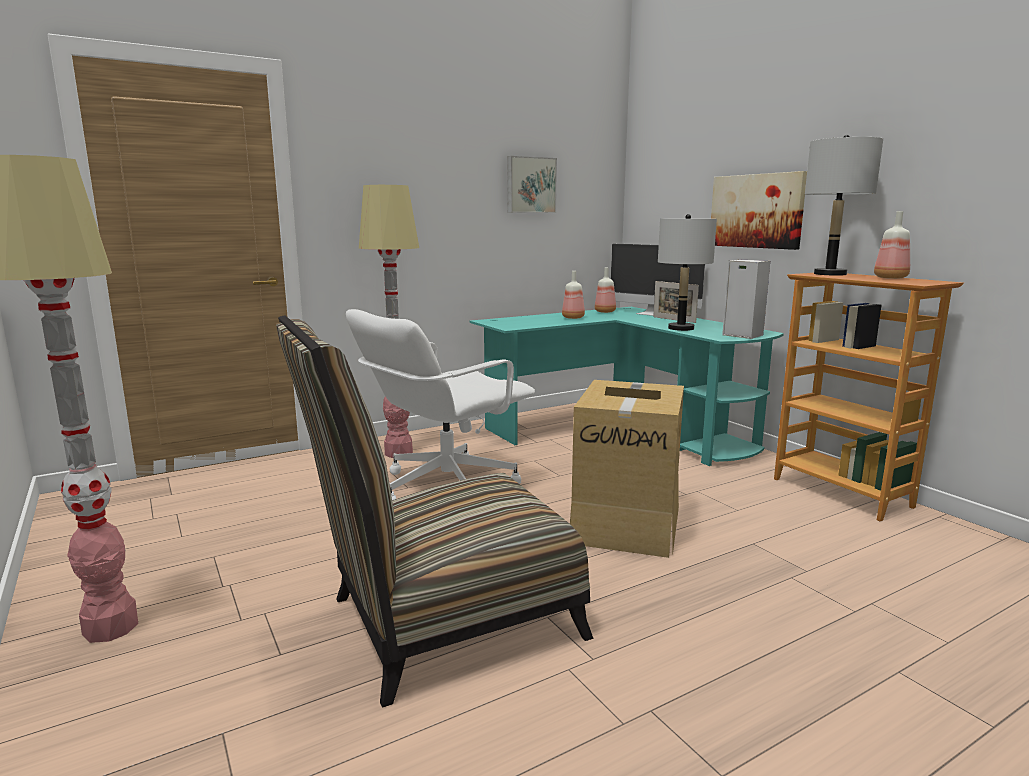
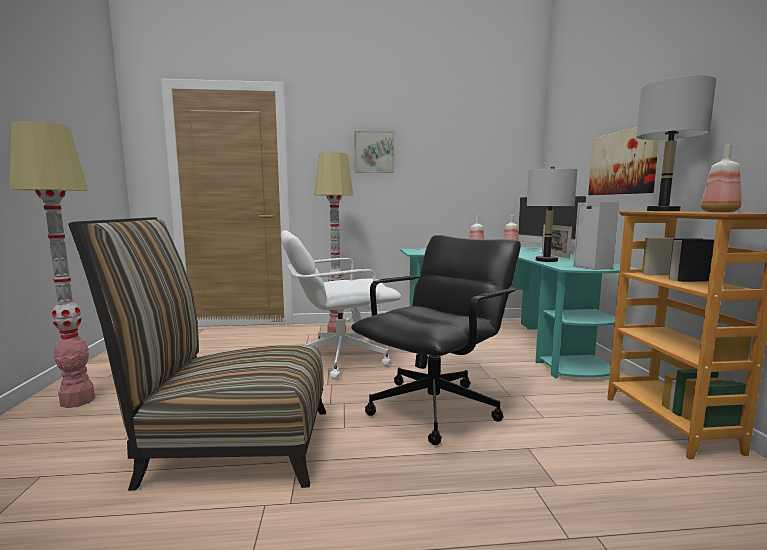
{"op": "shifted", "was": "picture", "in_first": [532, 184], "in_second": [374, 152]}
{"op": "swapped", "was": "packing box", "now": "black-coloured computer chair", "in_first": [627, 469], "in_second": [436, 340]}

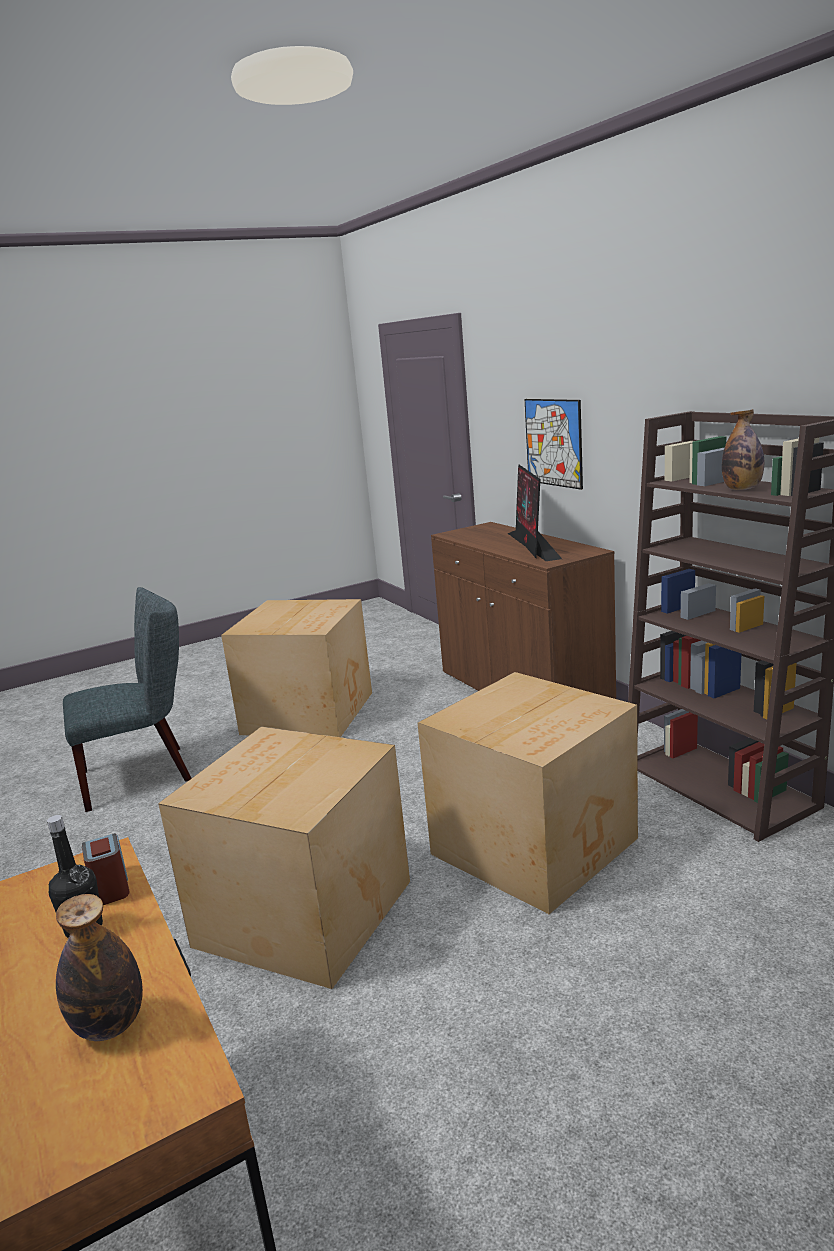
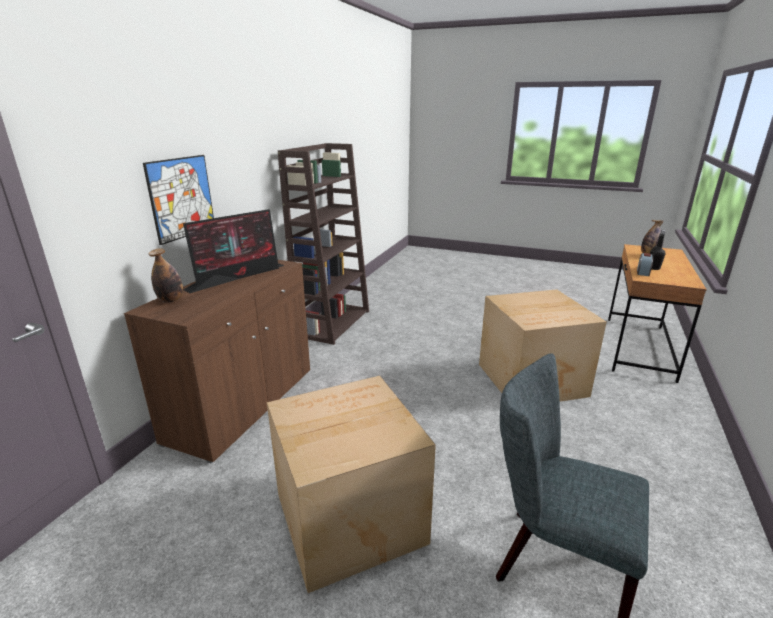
{"op": "shifted", "was": "beverage bottle", "in_first": [743, 449], "in_second": [166, 275]}
{"op": "gone", "was": "packing box", "in_first": [528, 793]}

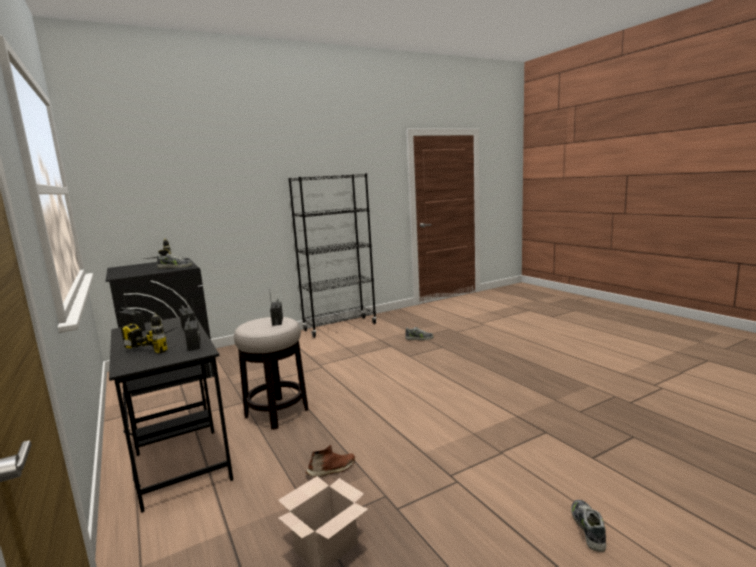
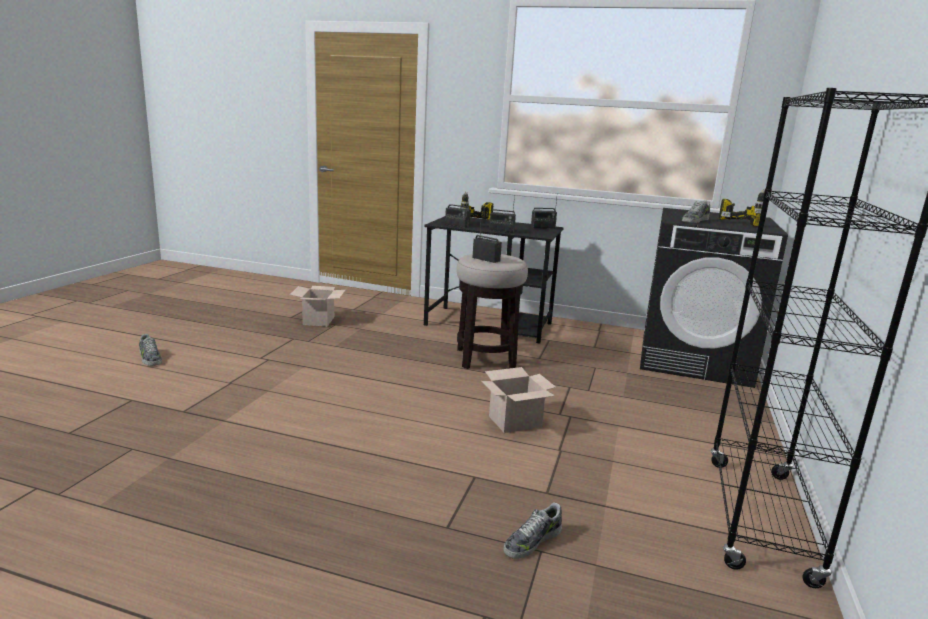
{"op": "gone", "was": "brownish shoe", "in_first": [330, 461]}
{"op": "new", "now": "packing box", "in_second": [519, 400]}

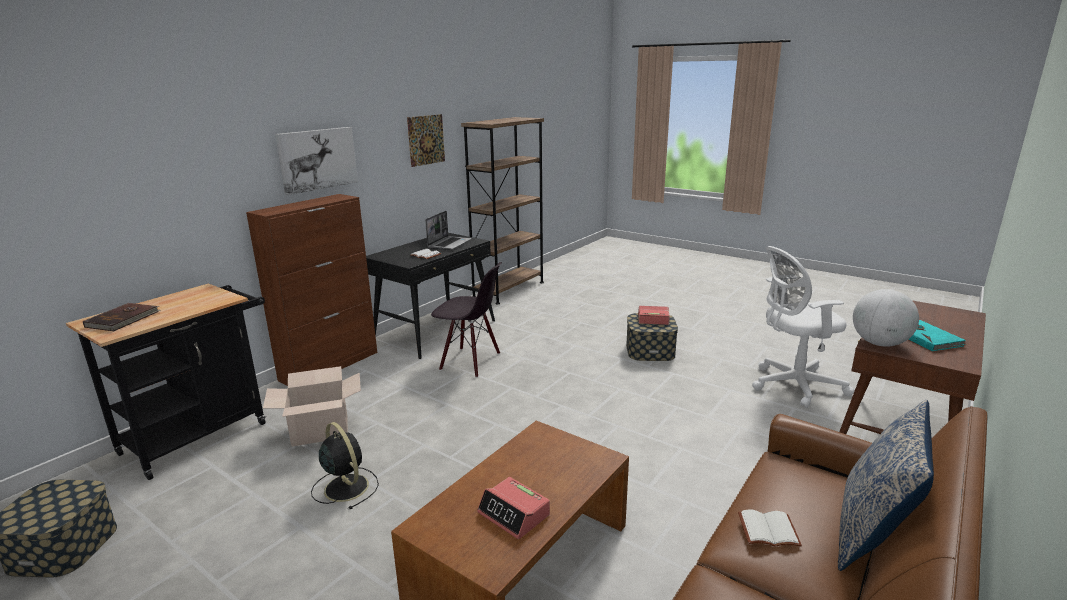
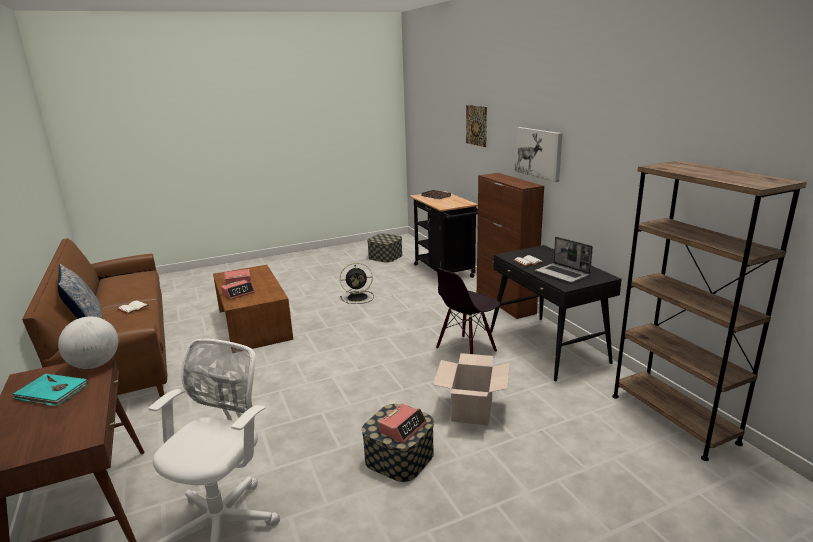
{"op": "shifted", "was": "picture", "in_first": [426, 140], "in_second": [476, 126]}
{"op": "shifted", "was": "packing box", "in_first": [312, 406], "in_second": [471, 389]}
{"op": "new", "now": "bedside clock", "in_second": [238, 290]}

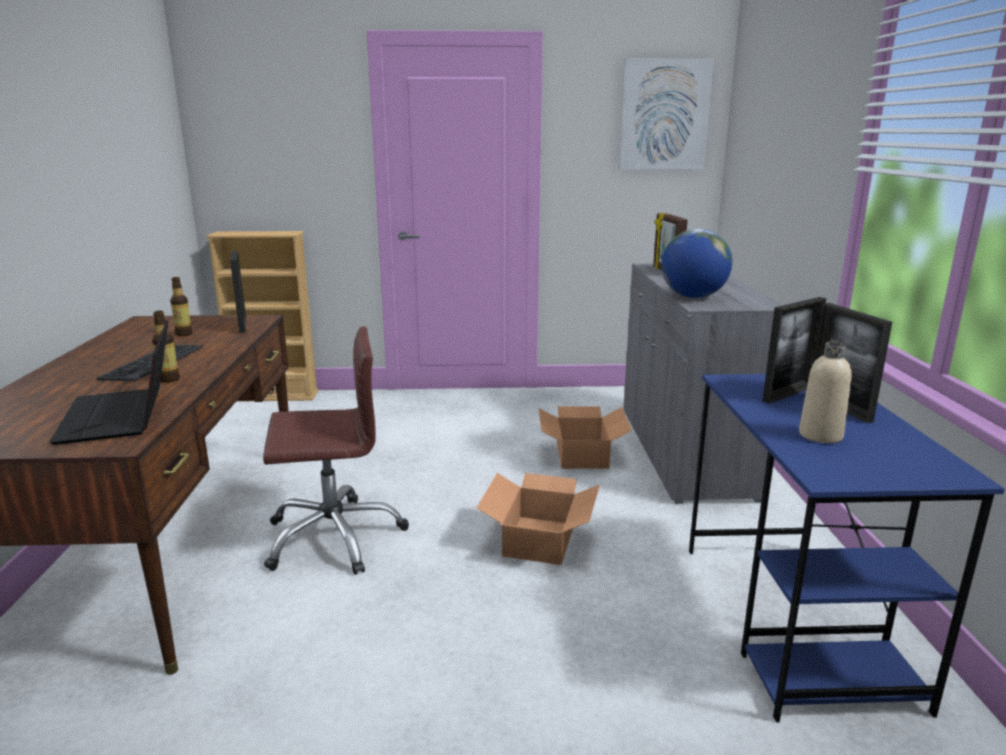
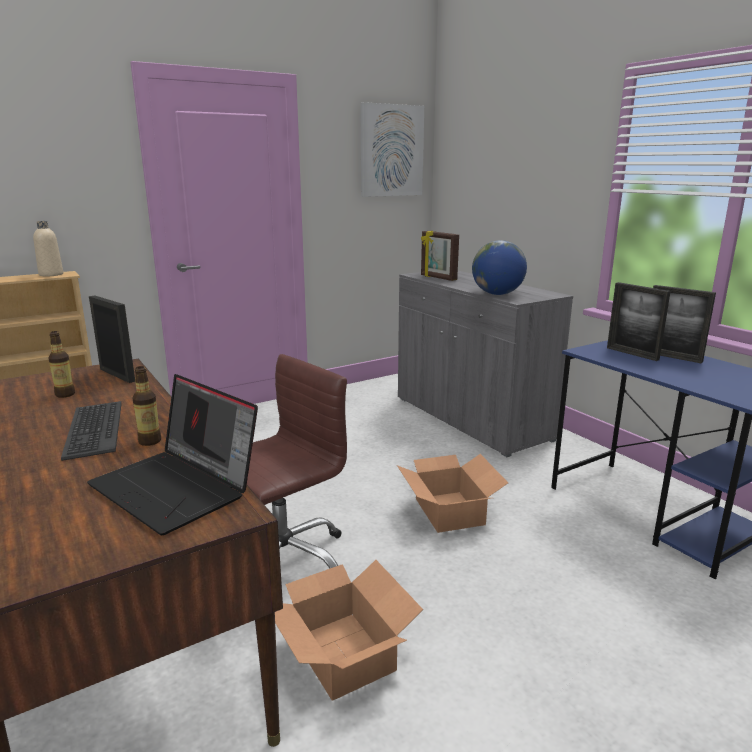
{"op": "rotated", "was": "photo frame", "in_first": [794, 350], "in_second": [639, 321], "clockwise": 120}
{"op": "shifted", "was": "beige beverage bottle", "in_first": [825, 392], "in_second": [48, 249]}
{"op": "shifted", "was": "packing box", "in_first": [585, 437], "in_second": [349, 630]}

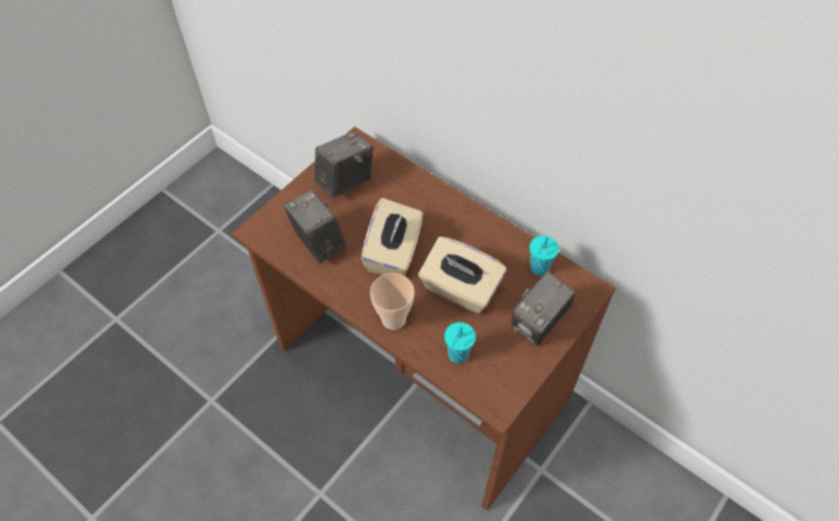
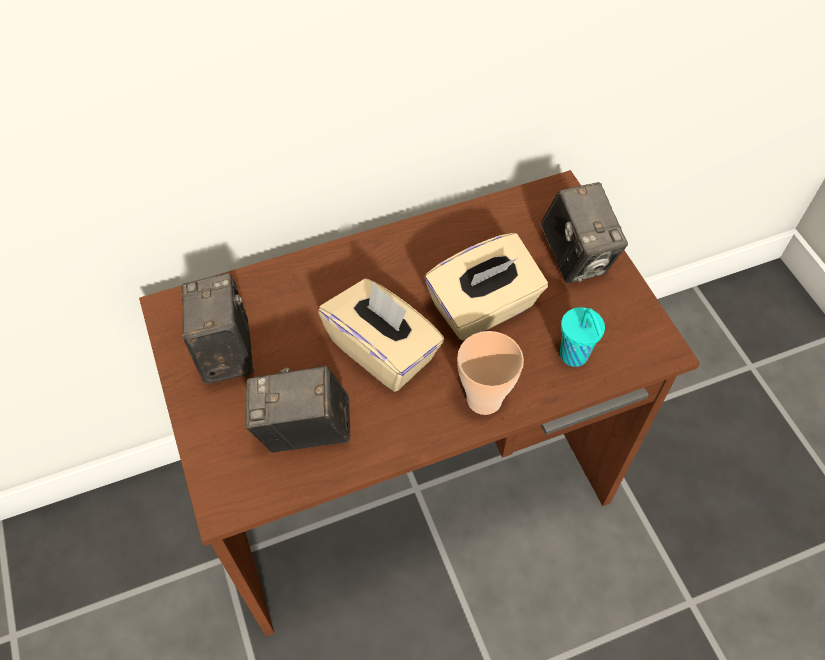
{"op": "gone", "was": "turquoise-coloured cup", "in_first": [544, 256]}

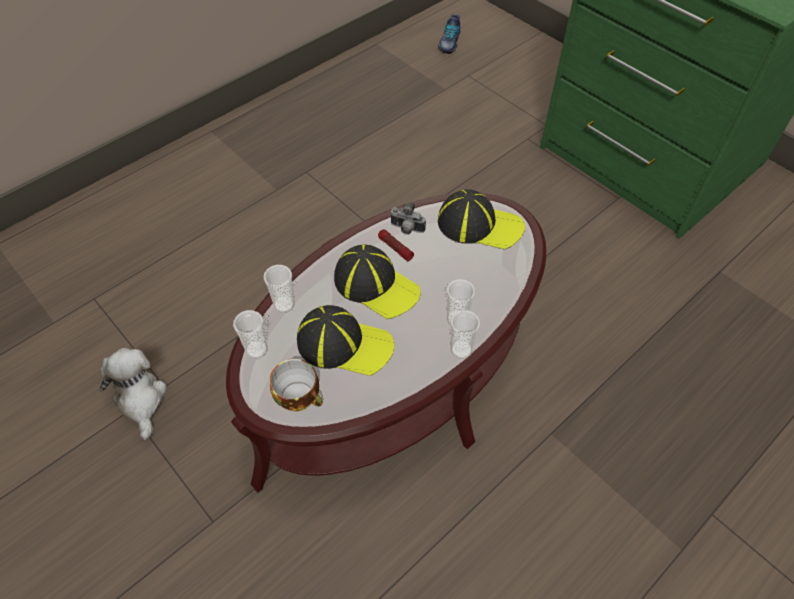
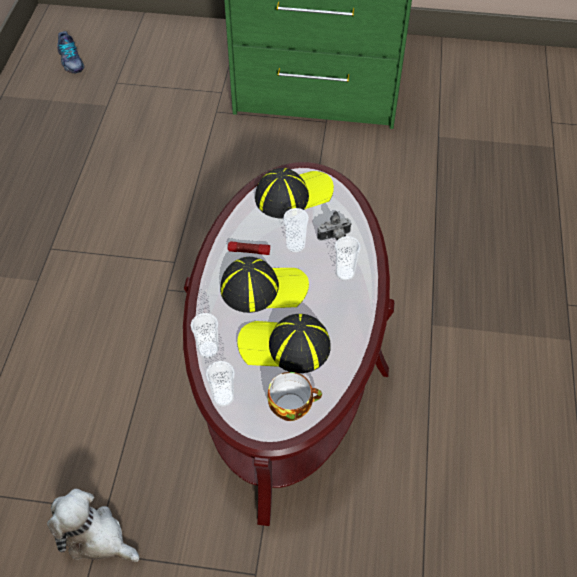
{"op": "shifted", "was": "photo camera", "in_first": [408, 218], "in_second": [334, 226]}
{"op": "rotated", "was": "cap", "in_first": [345, 340], "in_second": [284, 343], "clockwise": -150}
{"op": "shifted", "was": "cup", "in_first": [465, 334], "in_second": [296, 230]}

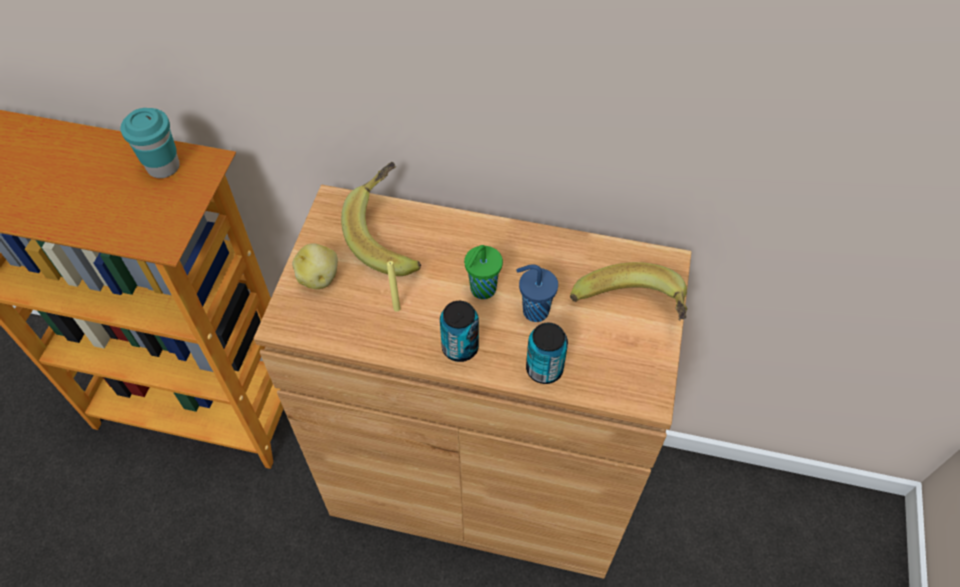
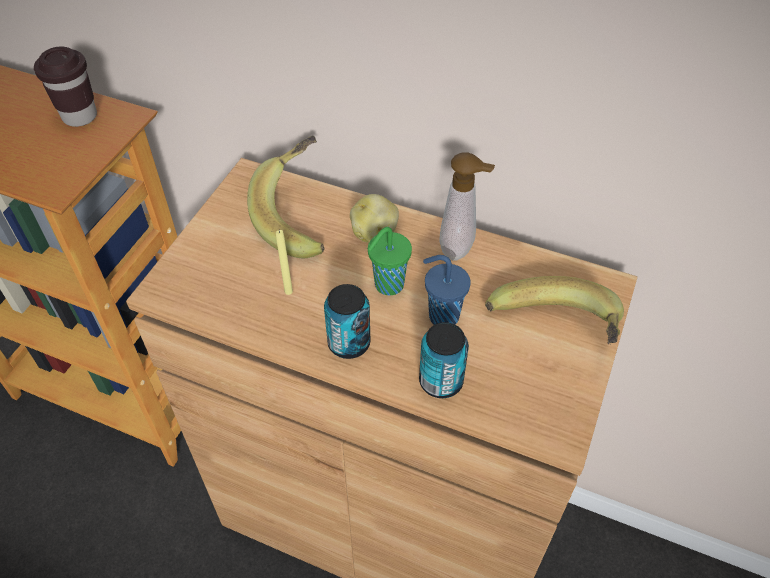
{"op": "repainted", "was": "turquoise-coloured cup", "now": "brownish cup", "in_first": [150, 143], "in_second": [65, 86]}
{"op": "shifted", "was": "whole potato", "in_first": [315, 266], "in_second": [374, 218]}
{"op": "new", "now": "liquid soap bottle", "in_second": [467, 206]}

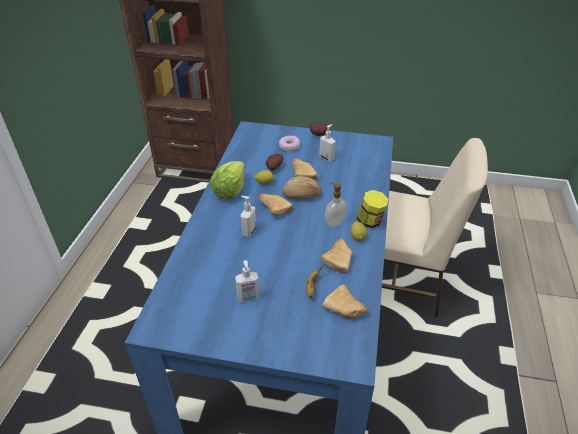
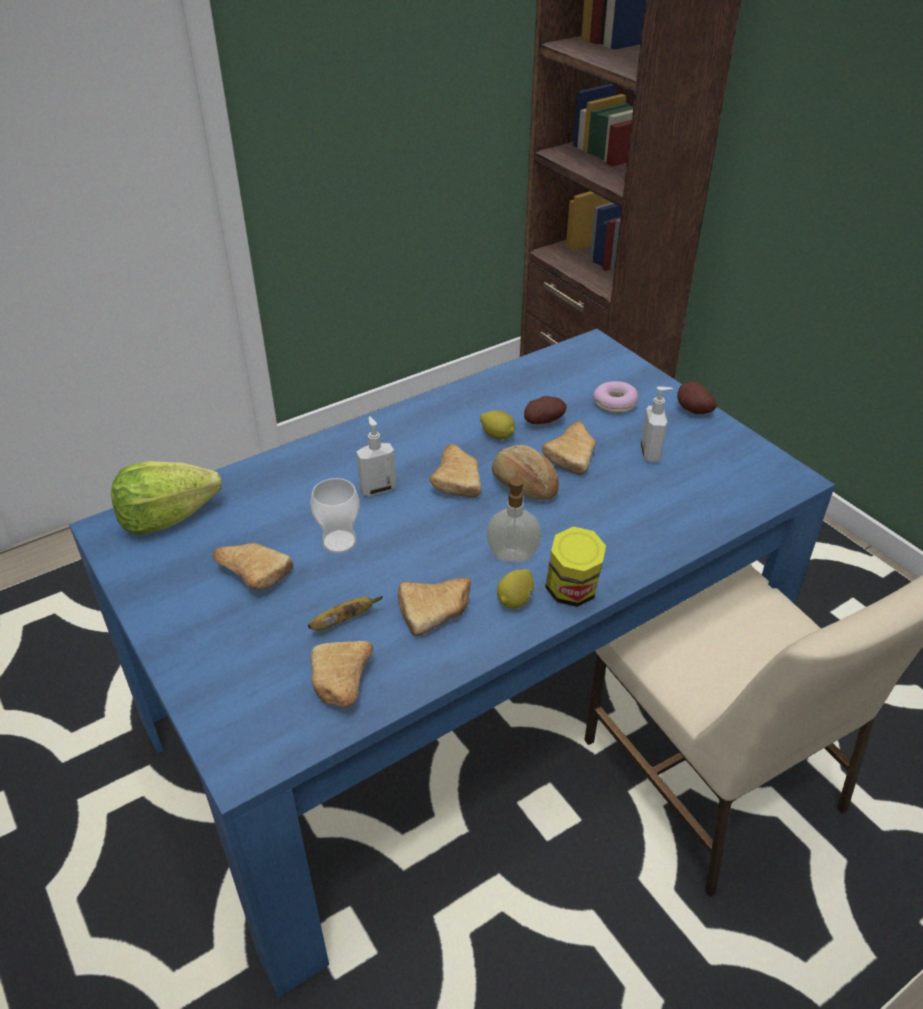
{"op": "shifted", "was": "lettuce head", "in_first": [227, 180], "in_second": [166, 498]}
{"op": "swapped", "was": "liquid soap bottle", "now": "baked bread", "in_first": [247, 281], "in_second": [252, 566]}
{"op": "new", "now": "cup", "in_second": [335, 515]}

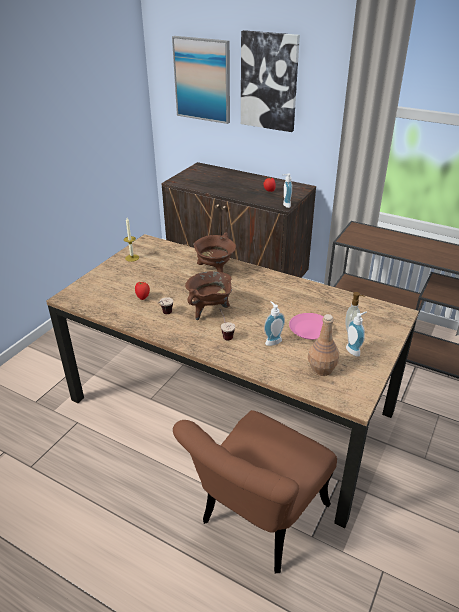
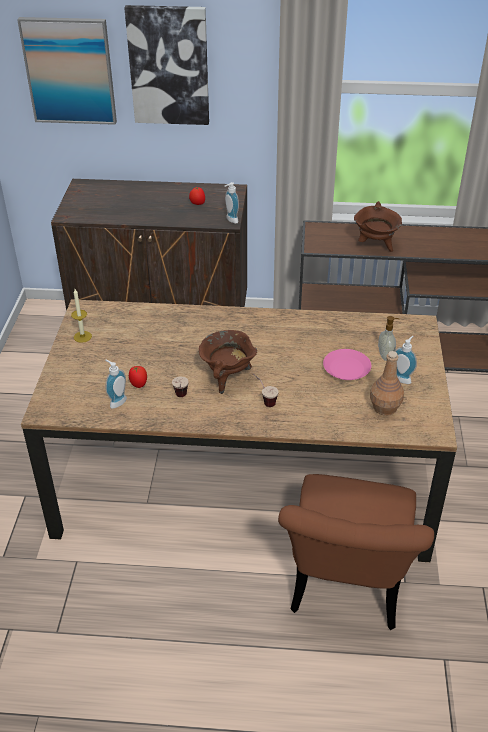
{"op": "shifted", "was": "brownish saucepot", "in_first": [214, 252], "in_second": [378, 226]}
{"op": "shifted", "was": "liquid soap bottle", "in_first": [274, 323], "in_second": [116, 384]}

